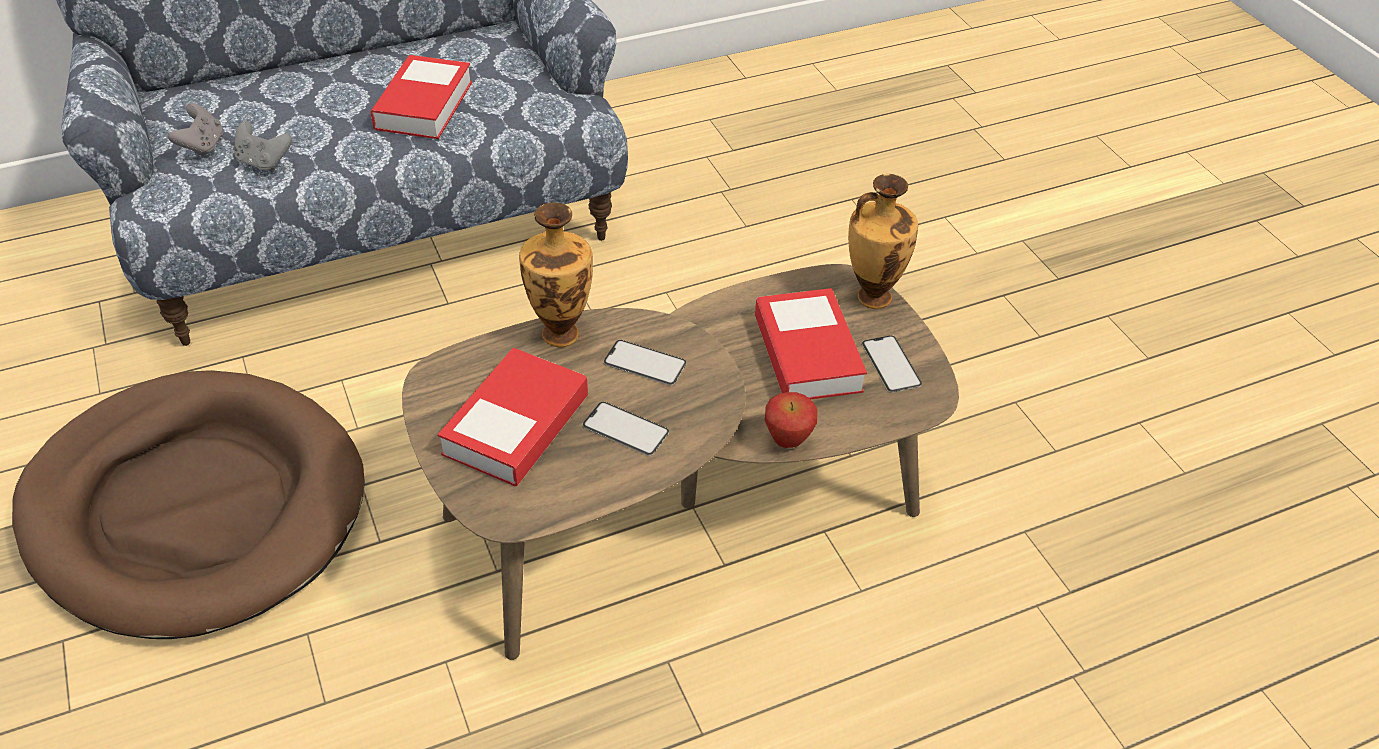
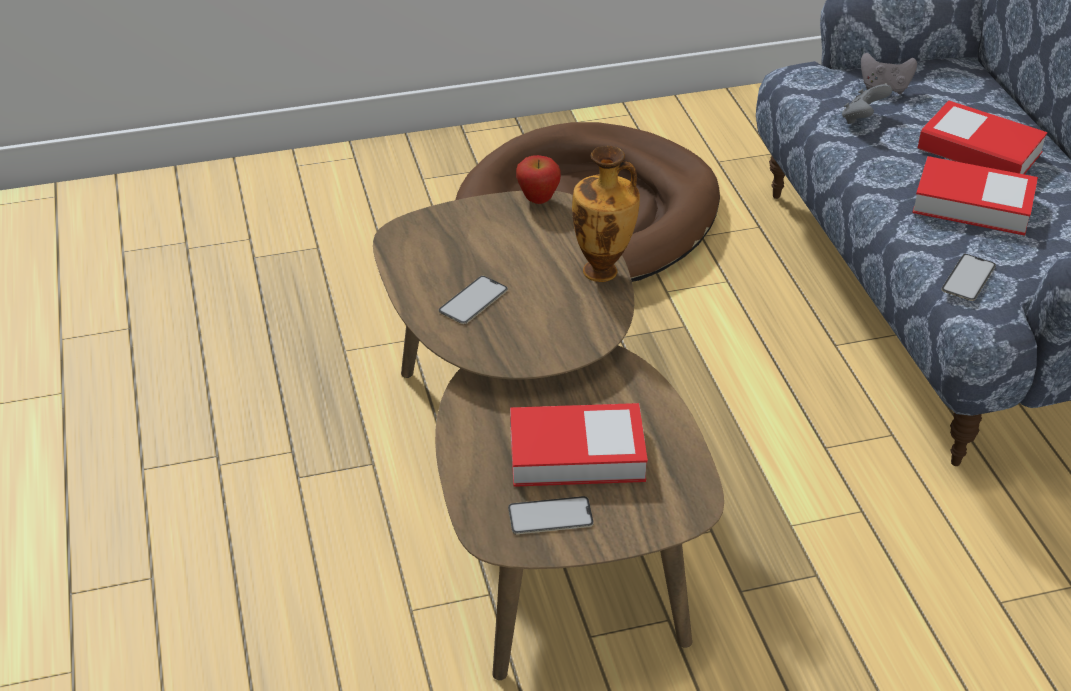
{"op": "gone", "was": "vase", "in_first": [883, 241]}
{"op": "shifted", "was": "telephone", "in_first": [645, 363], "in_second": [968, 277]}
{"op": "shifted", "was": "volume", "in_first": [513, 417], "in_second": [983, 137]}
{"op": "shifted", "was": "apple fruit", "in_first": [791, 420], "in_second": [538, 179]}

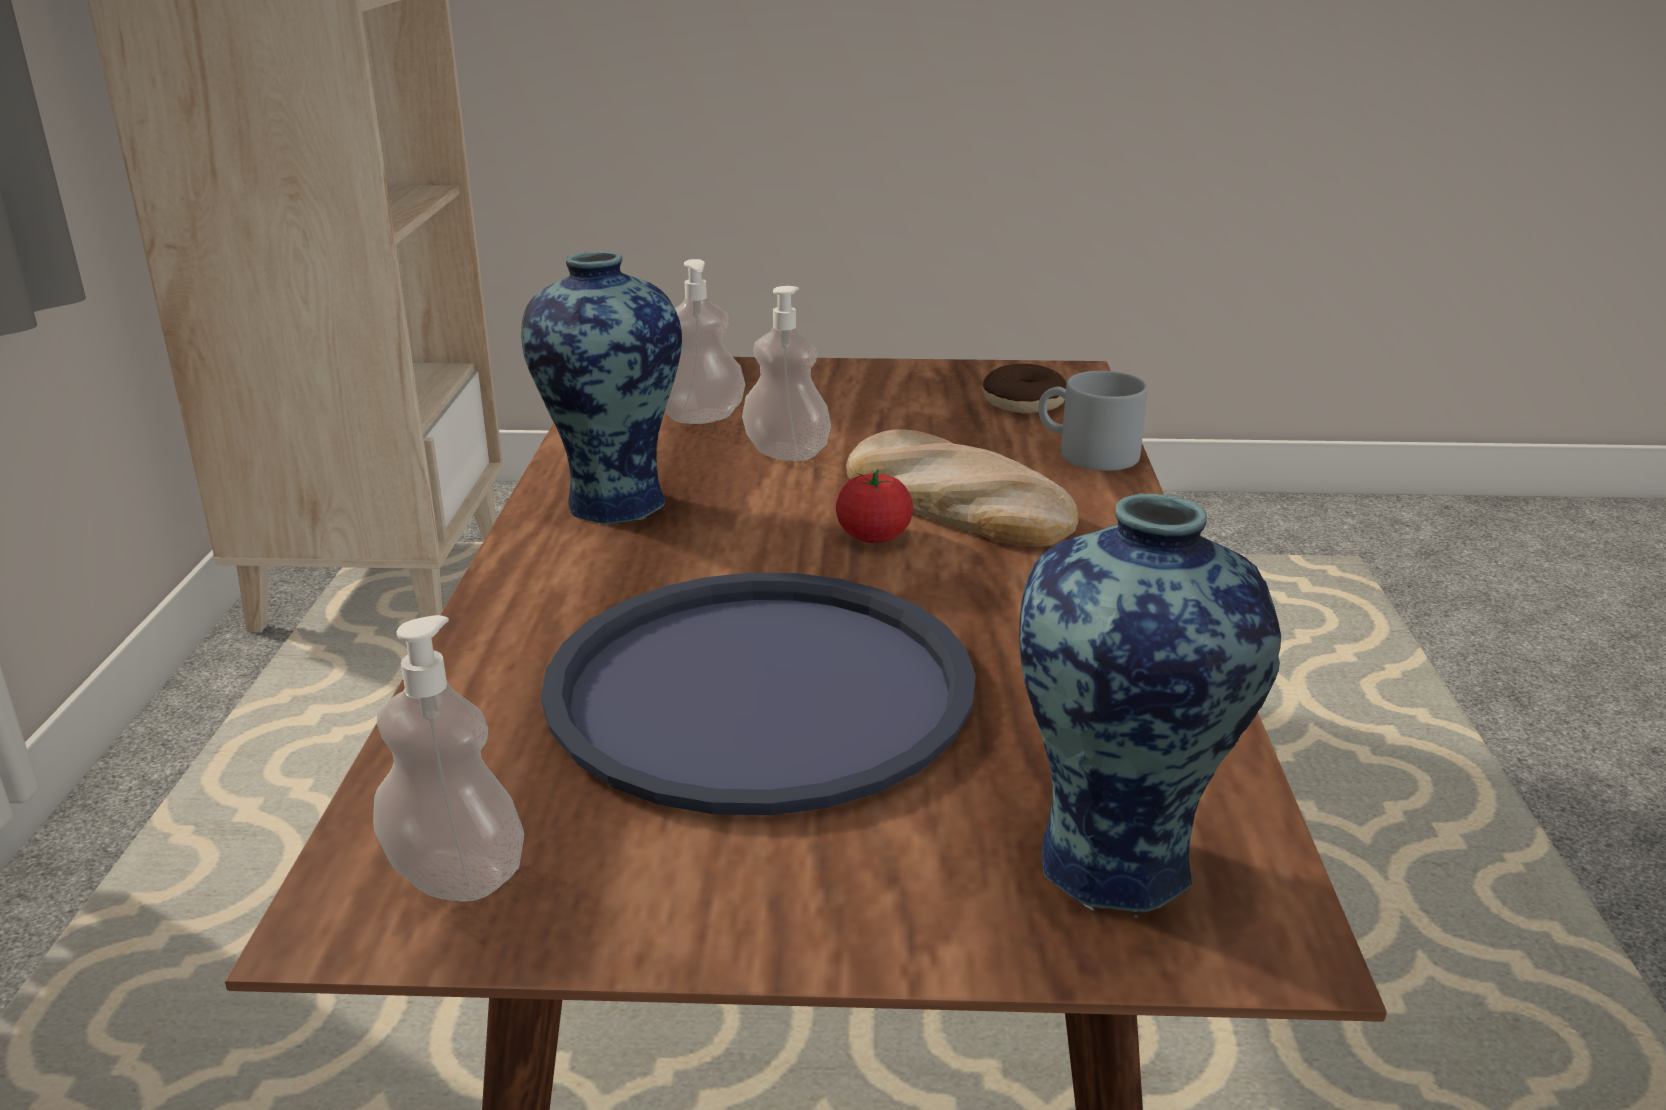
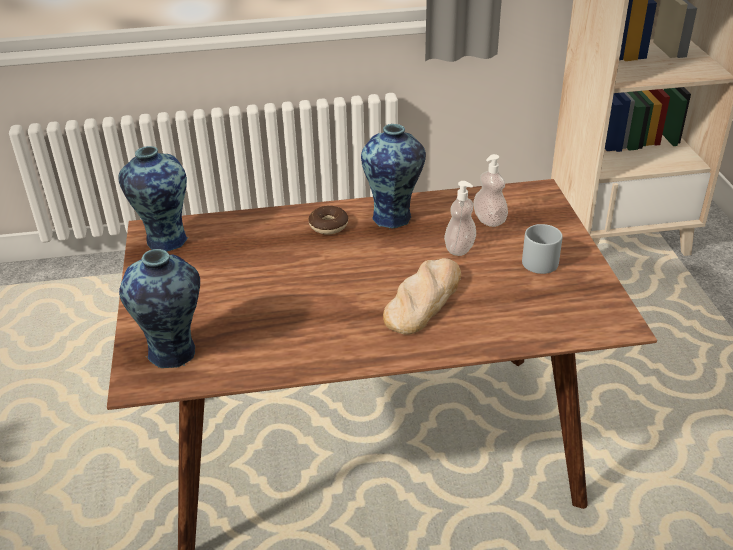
{"op": "shifted", "was": "donut", "in_first": [1025, 388], "in_second": [328, 220]}
{"op": "shifted", "was": "greyish tea mug", "in_first": [1093, 421], "in_second": [542, 249]}
{"op": "gone", "was": "whole tomato", "in_first": [874, 506]}
{"op": "gone", "was": "blue tray", "in_first": [758, 694]}
{"op": "swapped", "was": "liquid soap bottle", "now": "vase", "in_first": [448, 758], "in_second": [153, 199]}

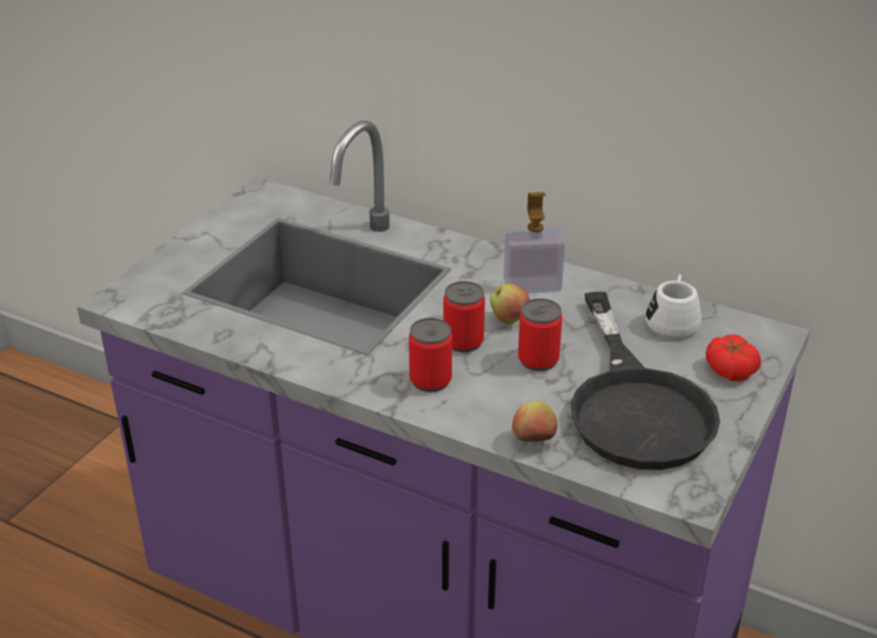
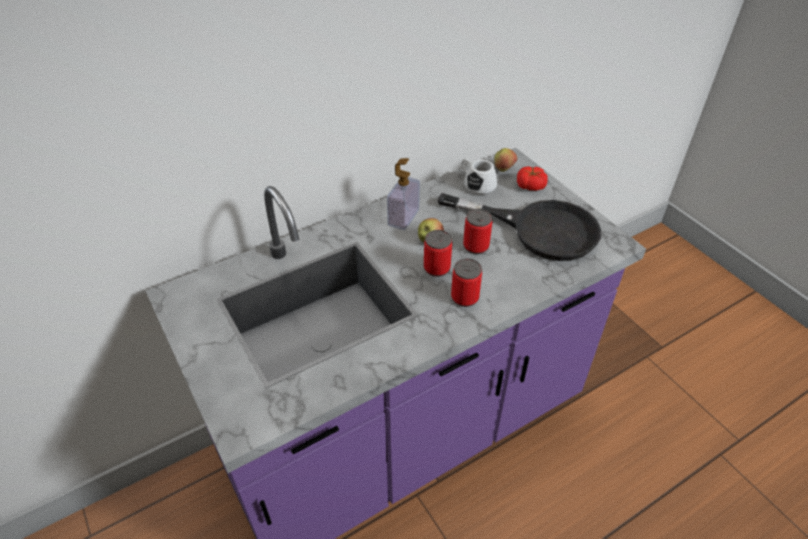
{"op": "shifted", "was": "apple fruit", "in_first": [534, 421], "in_second": [505, 160]}

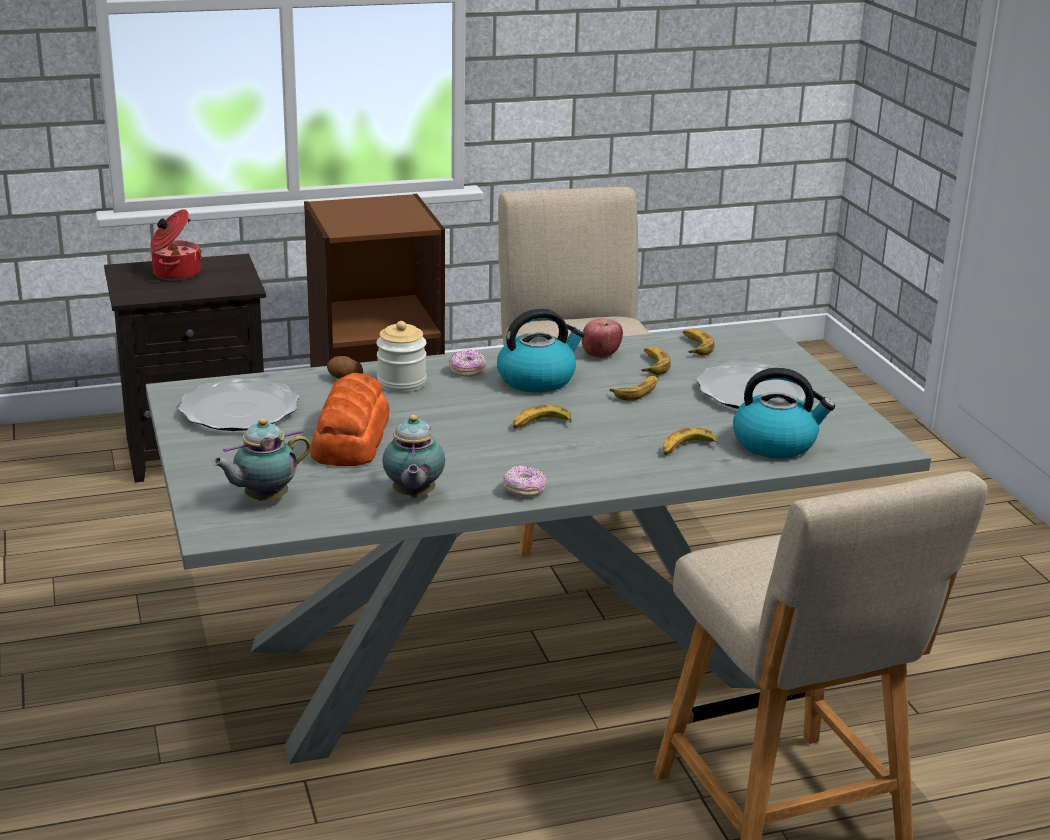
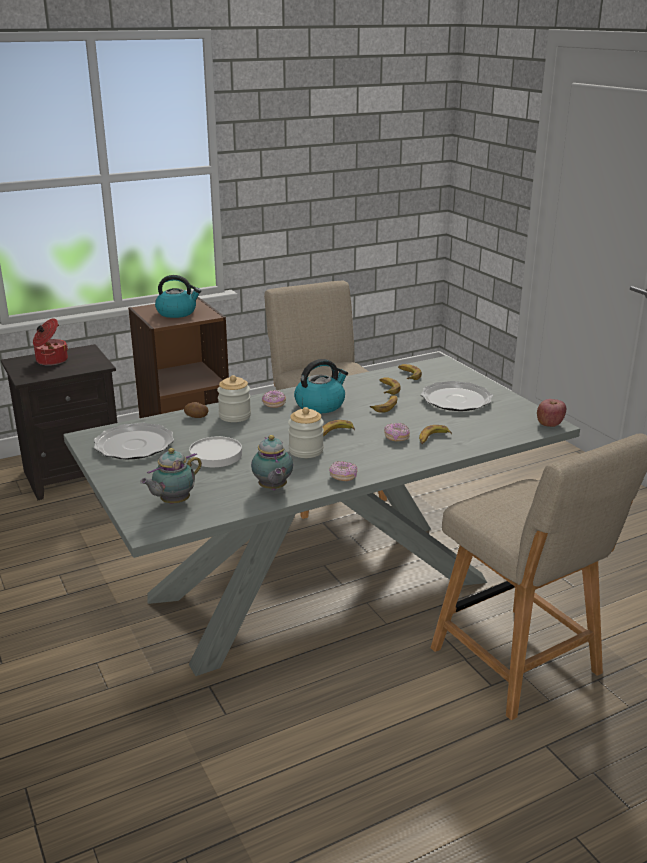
{"op": "shifted", "was": "apple fruit", "in_first": [602, 338], "in_second": [551, 413]}
{"op": "shifted", "was": "tea kettle", "in_first": [784, 413], "in_second": [178, 296]}
{"op": "swapped", "was": "baked bread", "now": "whitish plate", "in_first": [350, 419], "in_second": [215, 451]}
{"op": "new", "now": "jar", "in_second": [306, 432]}
{"op": "new", "now": "donut", "in_second": [397, 432]}

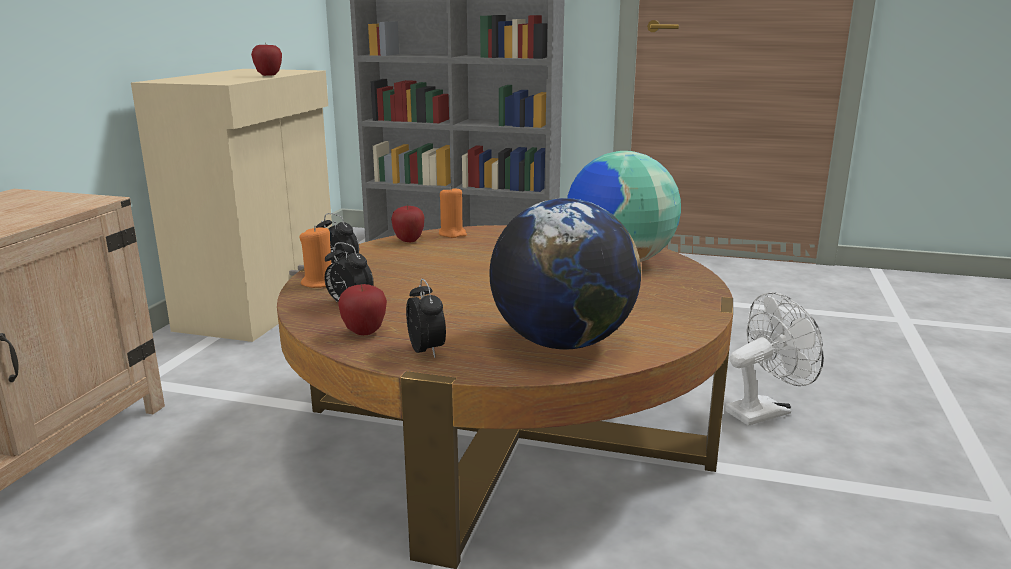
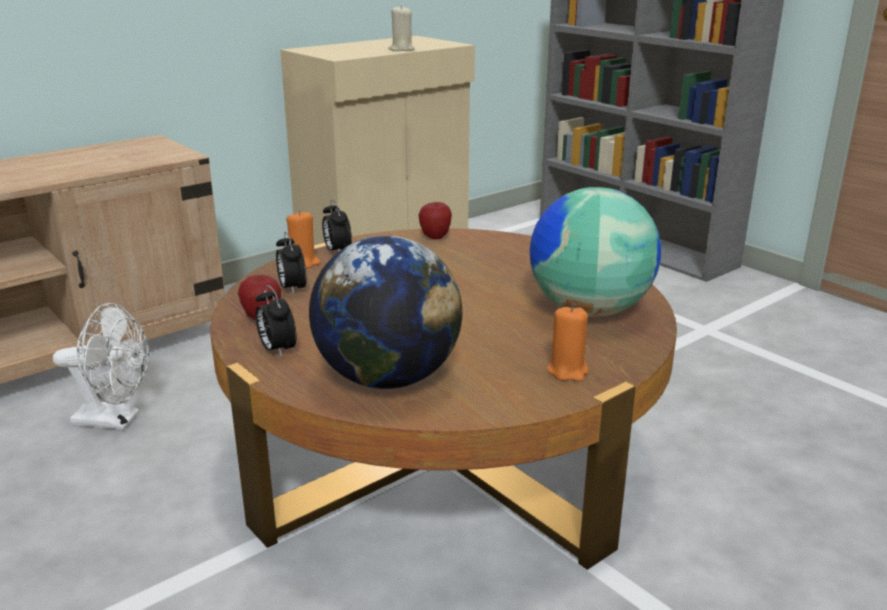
{"op": "swapped", "was": "apple fruit", "now": "beige wax light", "in_first": [266, 59], "in_second": [401, 28]}
{"op": "shifted", "was": "orange-coloured wax light", "in_first": [453, 212], "in_second": [568, 343]}
{"op": "rotated", "was": "bedside clock", "in_first": [426, 318], "in_second": [275, 321], "clockwise": 135}
{"op": "shifted", "was": "whitish fan", "in_first": [774, 359], "in_second": [101, 366]}

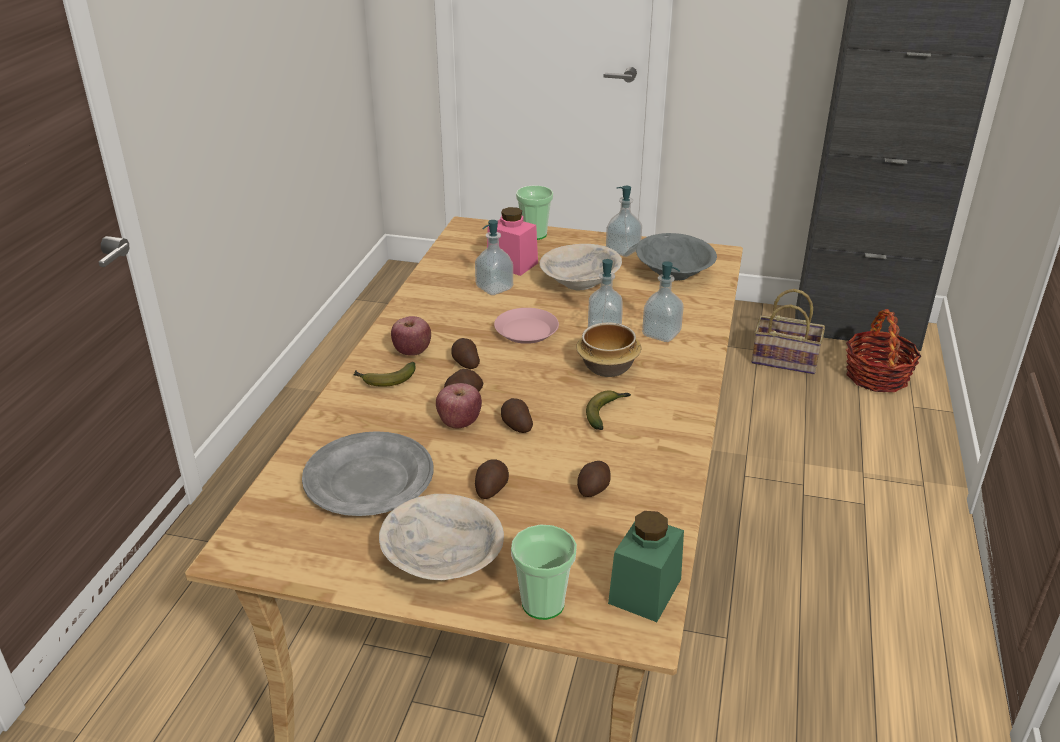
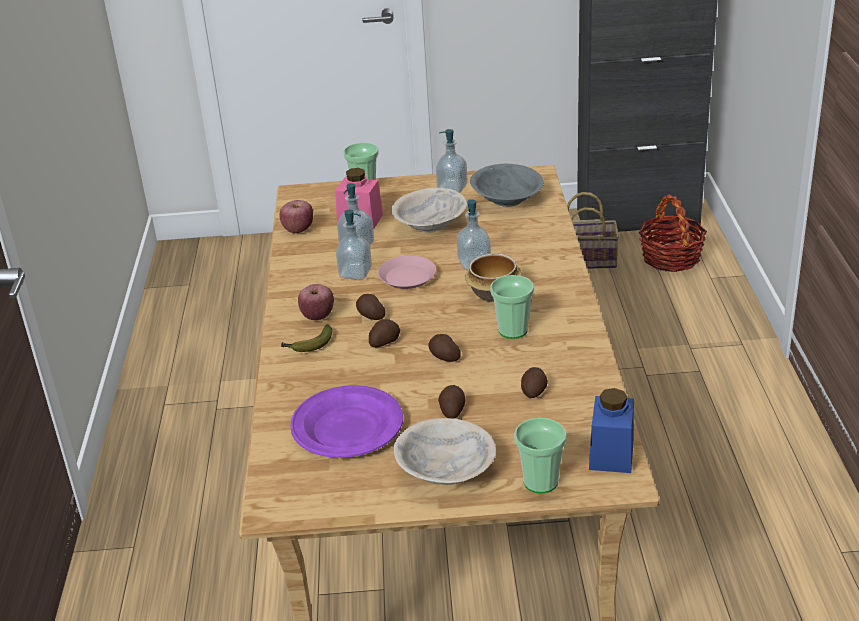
{"op": "shifted", "was": "liquid soap bottle", "in_first": [663, 301], "in_second": [354, 245]}
{"op": "shifted", "was": "apple fruit", "in_first": [459, 405], "in_second": [296, 216]}
{"op": "swapped", "was": "banana fruit", "now": "cup", "in_first": [608, 410], "in_second": [512, 307]}
{"op": "repainted", "was": "greyish plate", "now": "purple-coloured plate", "in_first": [368, 473], "in_second": [346, 421]}
{"op": "repainted", "was": "green-coloured jar", "now": "blue jar", "in_first": [646, 566], "in_second": [611, 430]}

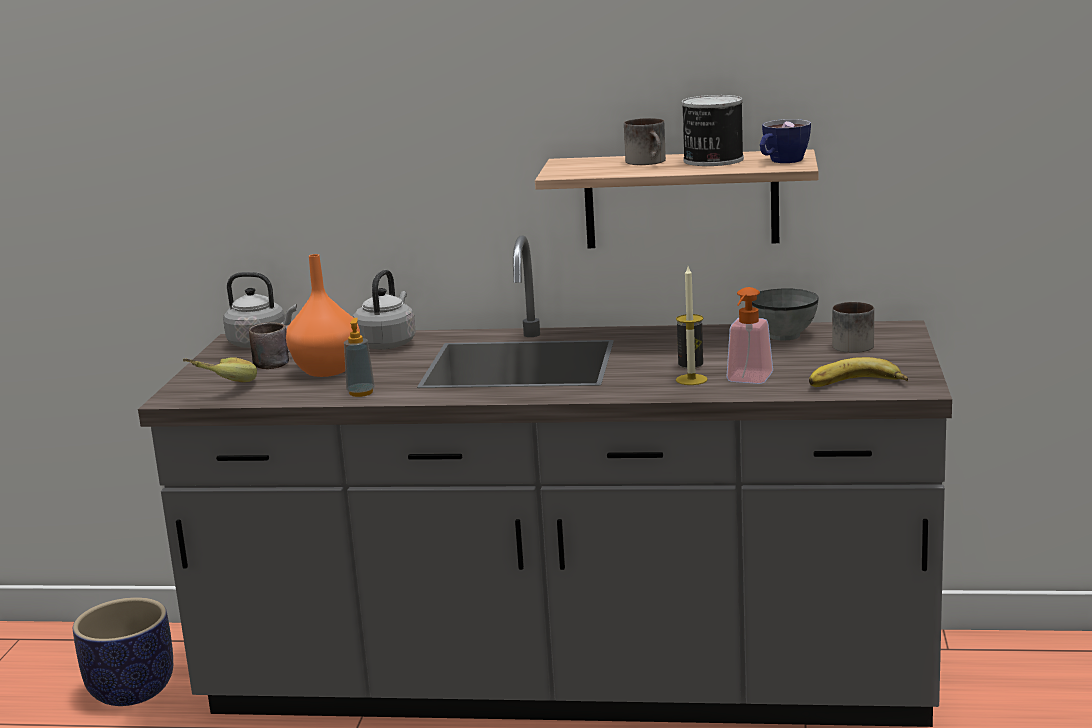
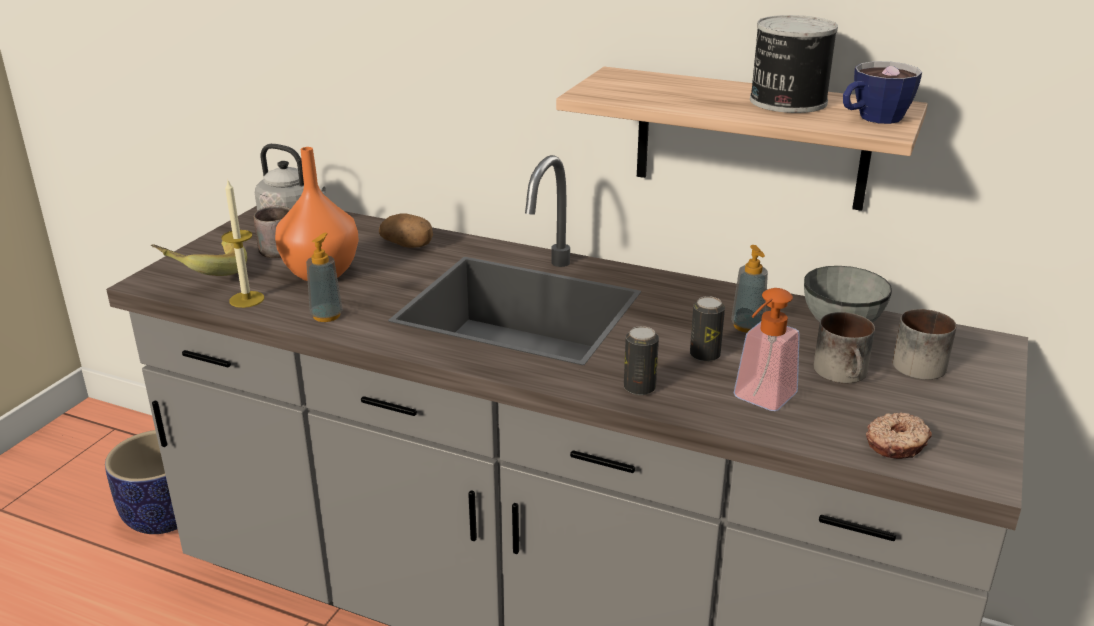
{"op": "shifted", "was": "tea mug", "in_first": [645, 141], "in_second": [844, 347]}
{"op": "shifted", "was": "wax light", "in_first": [692, 325], "in_second": [242, 244]}
{"op": "swapped", "was": "greyish tea kettle", "now": "whole potato", "in_first": [384, 309], "in_second": [406, 230]}
{"op": "swapped", "was": "banana fruit", "now": "donut", "in_first": [858, 372], "in_second": [899, 436]}
{"op": "new", "now": "liquid soap bottle", "in_second": [749, 289]}
{"op": "new", "now": "metal can", "in_second": [641, 360]}

